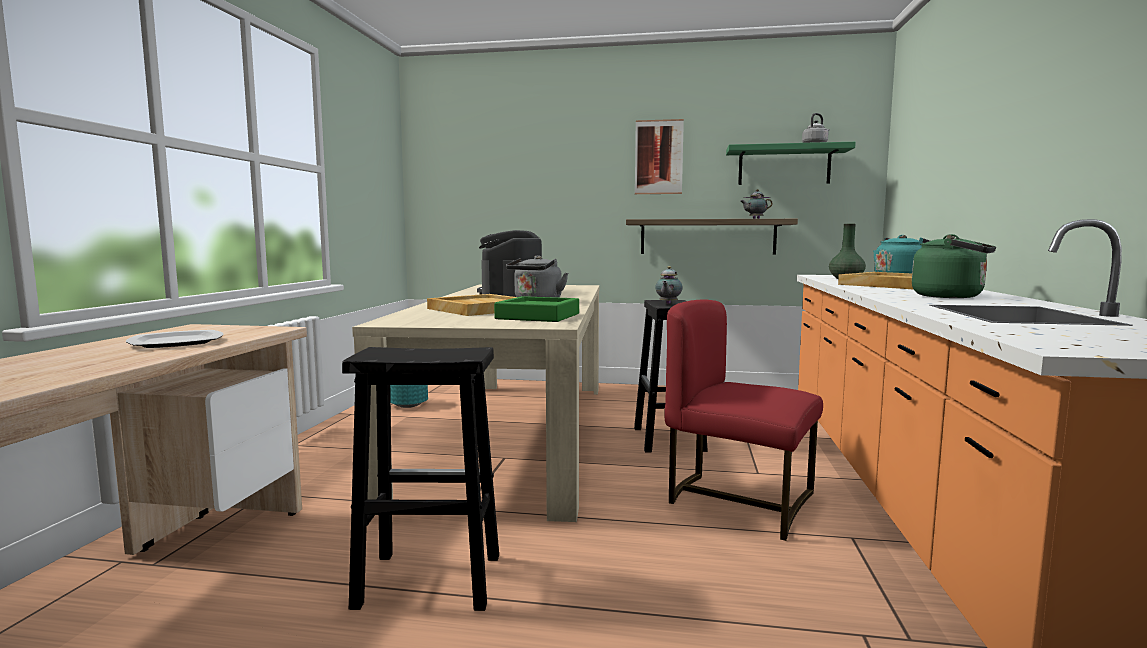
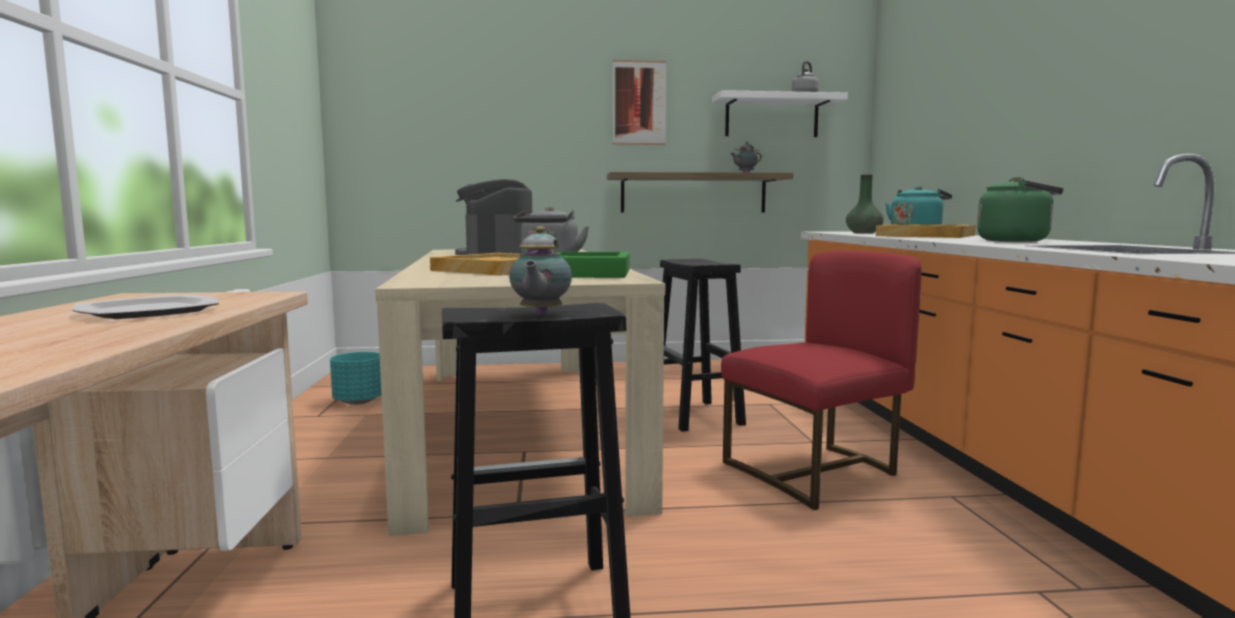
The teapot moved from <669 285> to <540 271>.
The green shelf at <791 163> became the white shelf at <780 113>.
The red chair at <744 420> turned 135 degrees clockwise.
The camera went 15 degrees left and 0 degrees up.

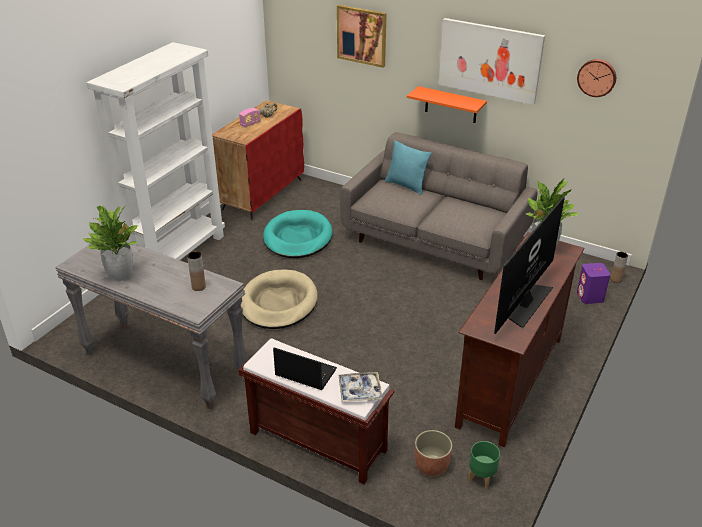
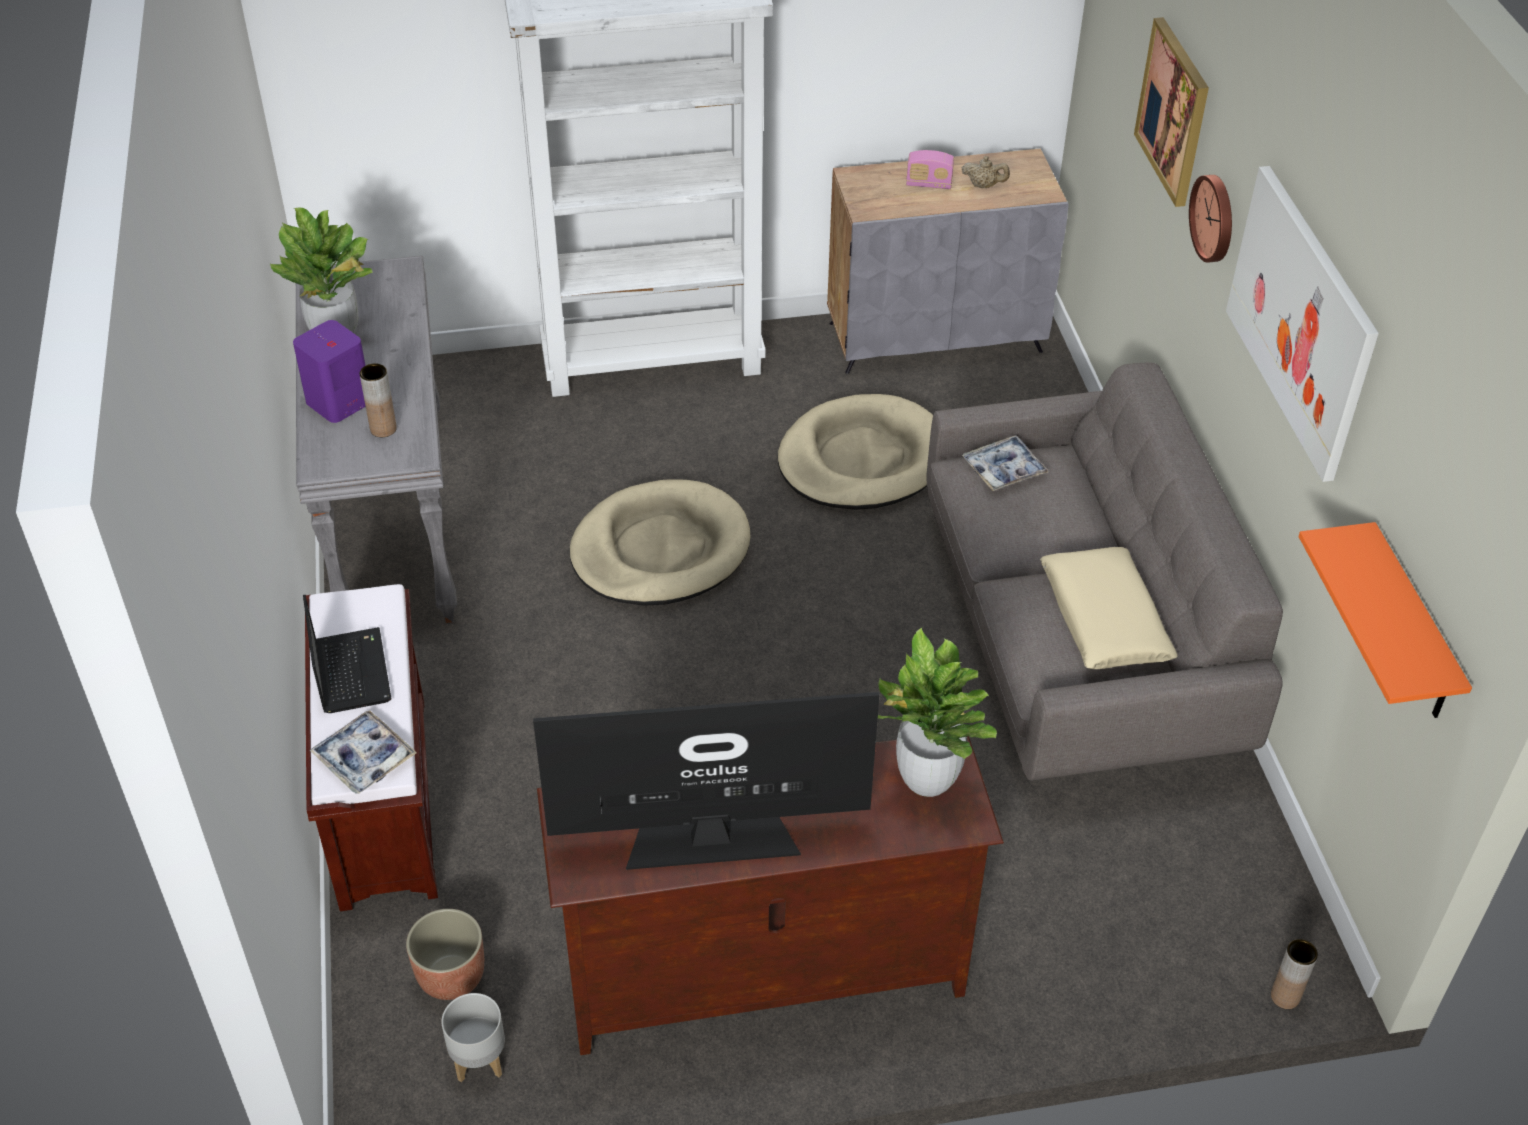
The purple speaker moved from <593 283> to <329 371>.
The green planter at <484 465> became the grey planter at <473 1037>.
The turquoise dog bed at <298 234> became the beige dog bed at <855 452>.
The red cabinet at <258 160> became the grey cabinet at <948 261>.
The tray at <1005 463> appeared.
The beige pillow at <1109 608> appeared.
The wall clock moved from <596 78> to <1210 219>.
The orange shelf moved from <447 104> to <1385 620>.
The turquoise pillow at <408 167> disappeared.
The camera went 50 degrees right and 10 degrees up.

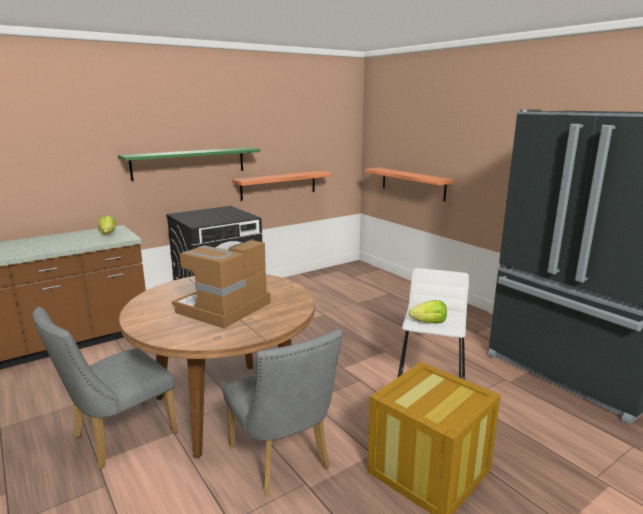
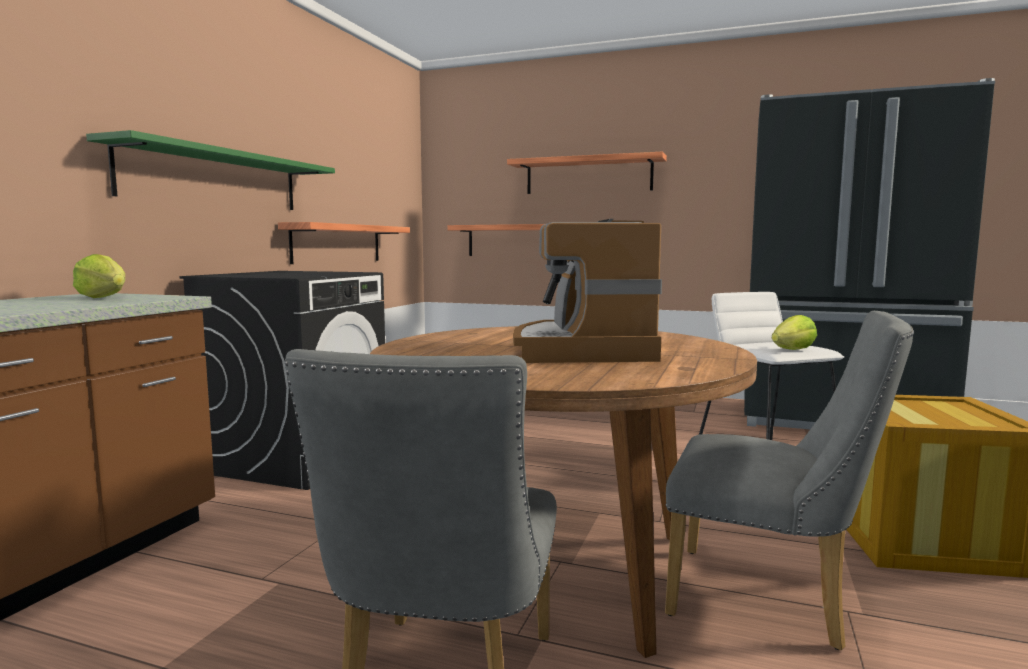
The shelf at <587 172> appeared.
The camera went 35 degrees left and 10 degrees down.

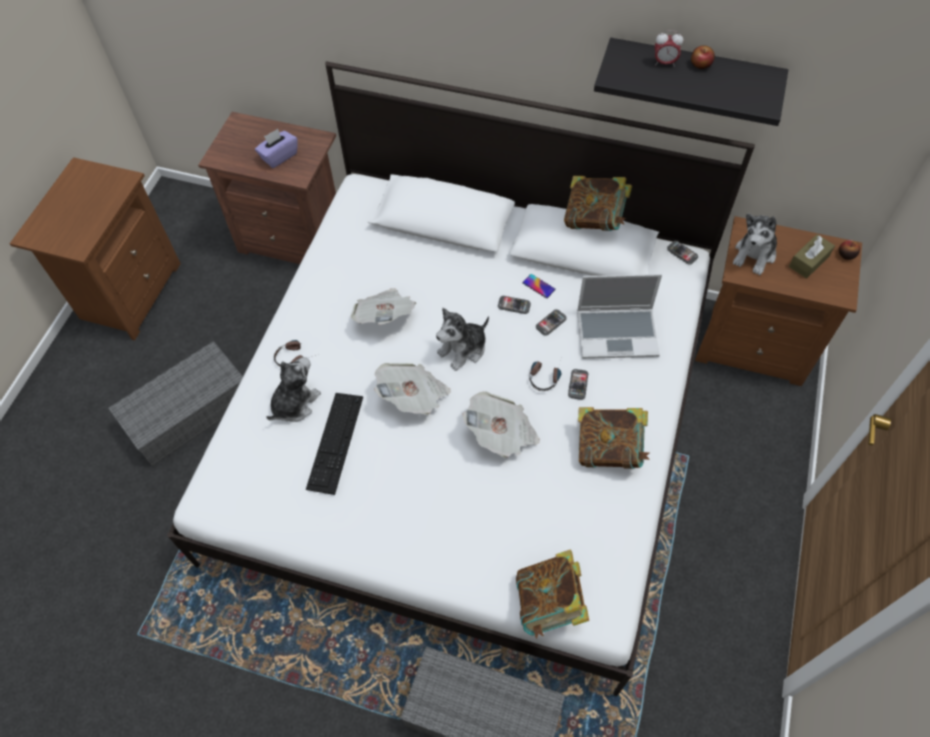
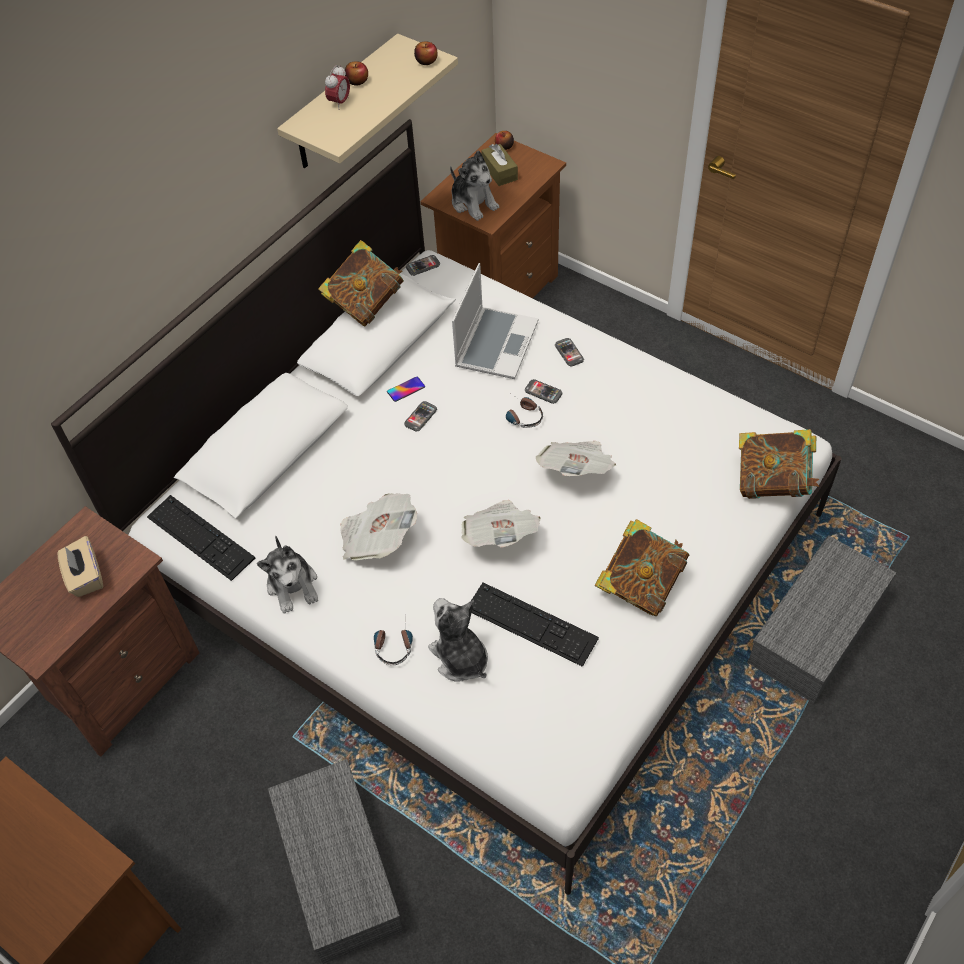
The purple tissue box at <276 148> became the beige tissue box at <81 566>.
The keyboard at <201 538> appeared.
The plush toy moved from <462 339> to <287 574>.
The black shelf at <691 82> became the beige shelf at <367 101>.
The apple at <426 53> appeared.
The phone moved from <551 322> to <569 352>.
The book moved from <614 438> to <642 567>.
The camera went 70 degrees left and 5 degrees down.

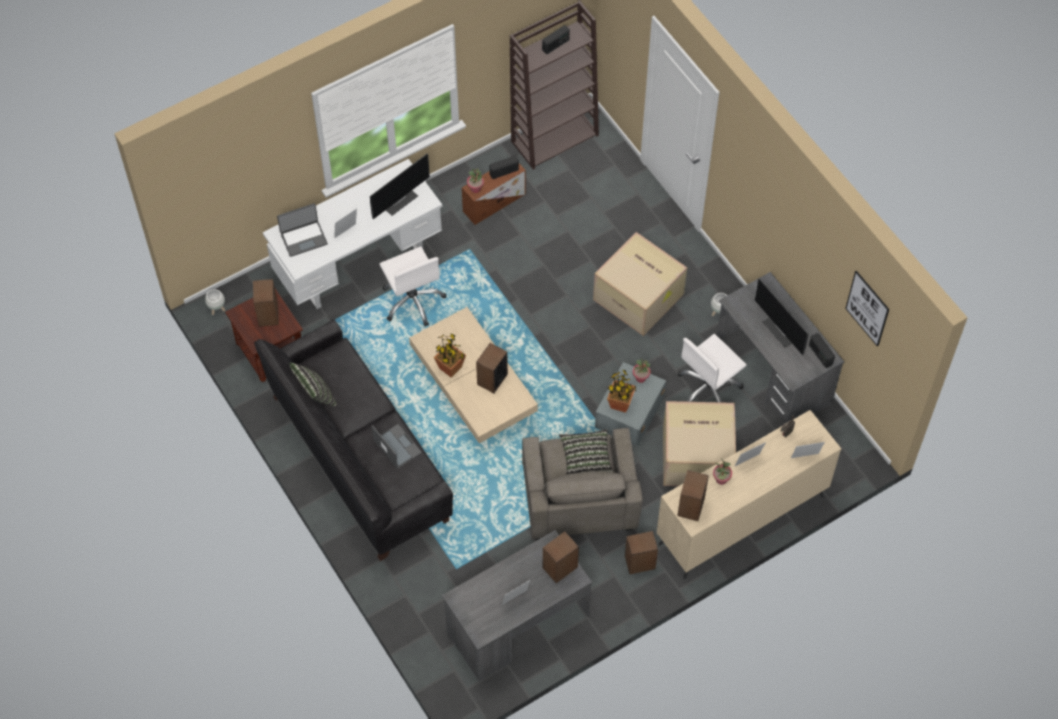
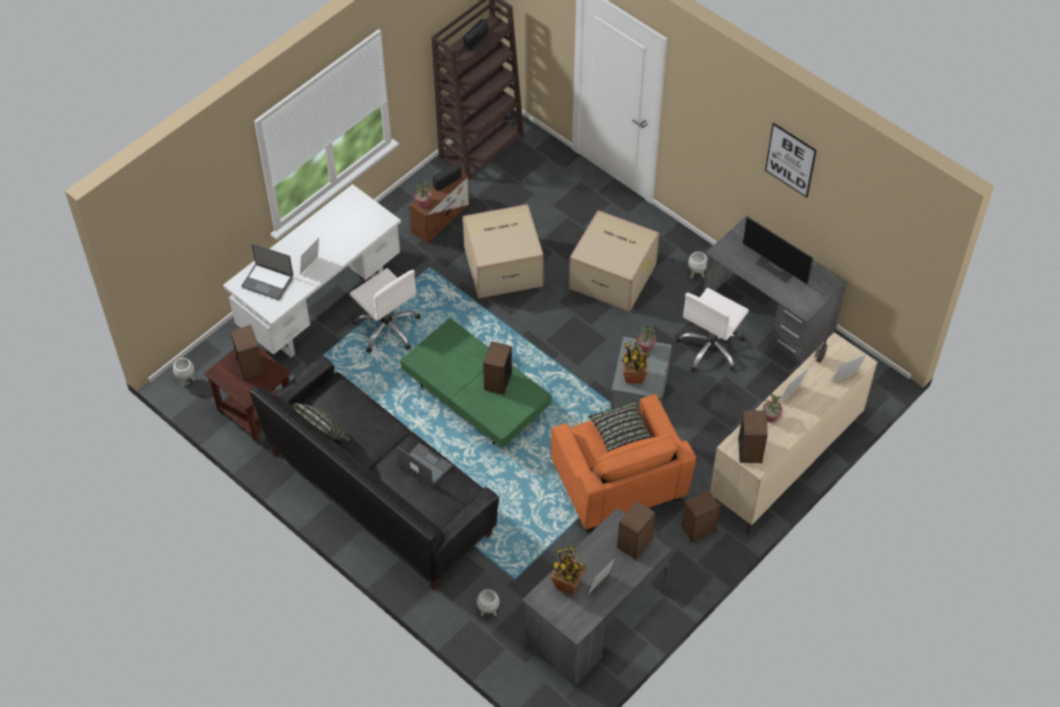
The laptop at <302 230> turned 60 degrees clockwise.
The beige coffee table at <473 375> became the green coffee table at <476 383>.
The cardboard box moved from <699 443> to <503 251>.
The white planter at <488 602> appeared.
The grey armchair at <582 484> became the orange armchair at <623 462>.
The potted plant moved from <450 355> to <568 570>.
The picture moved from <867 309> to <791 160>.
The monitor at <400 186> disappeared.
The radio at <822 350> disappeared.
The camera went 15 degrees left and 5 degrees down.

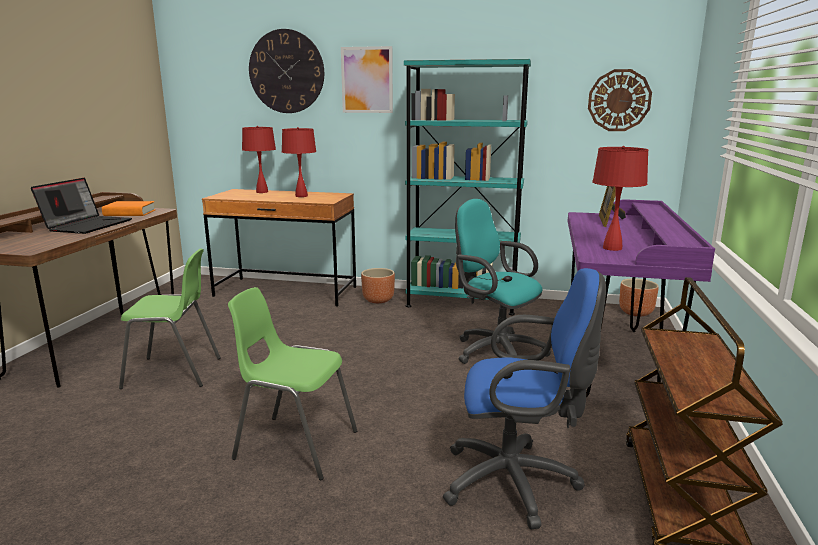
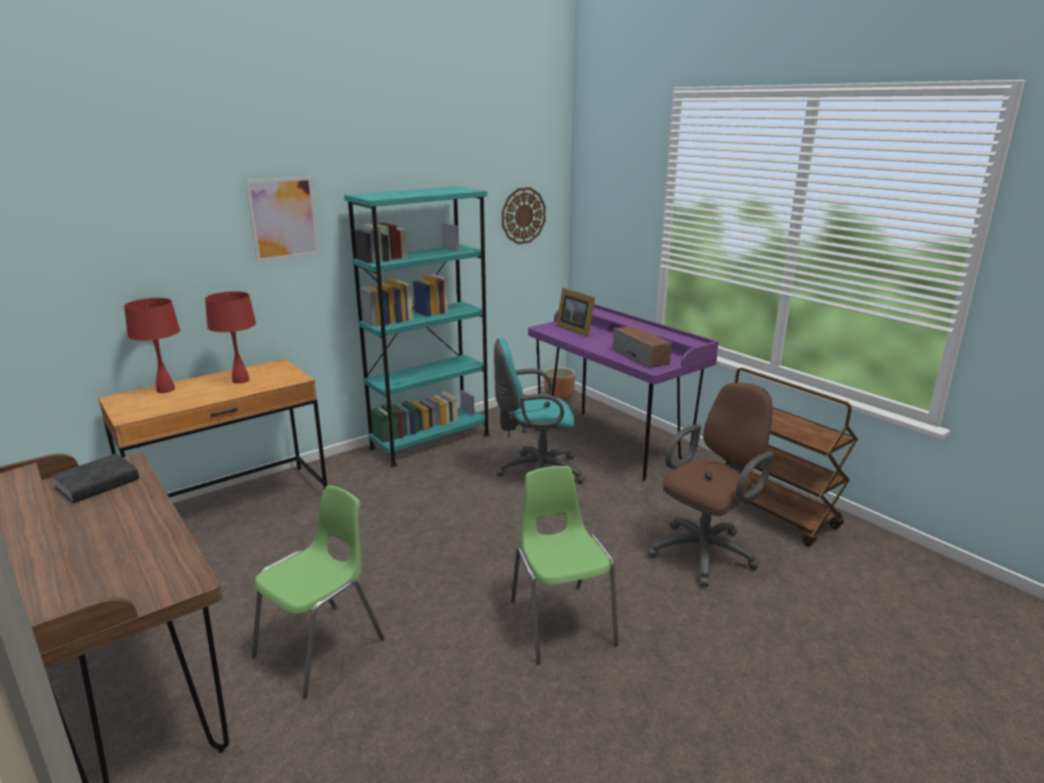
The orange book at <128 208> became the black book at <95 478>.
The green chair at <292 383> turned 105 degrees clockwise.
The red table lamp at <620 198> was replaced by the speaker at <642 347>.
The blue office chair at <524 398> became the brown office chair at <710 485>.
The laptop at <81 206> disappeared.
The wall clock at <286 71> disappeared.
The brown planter at <378 285> disappeared.
The camera went 50 degrees left and 5 degrees up.

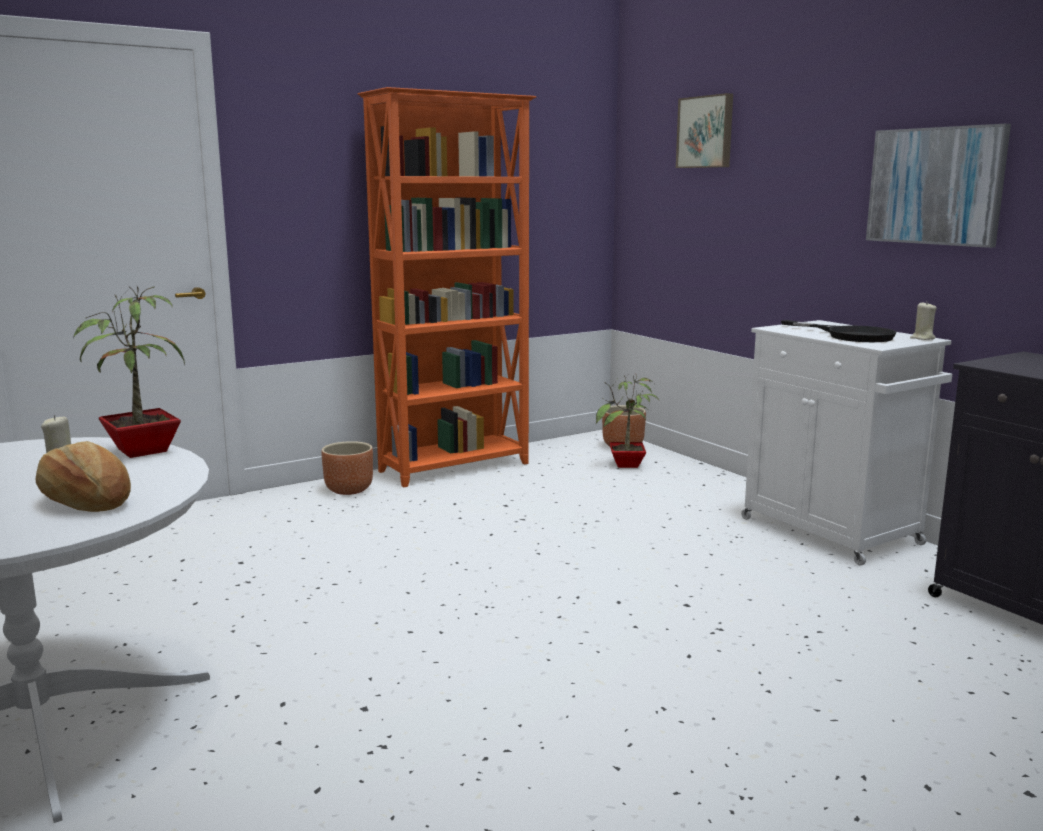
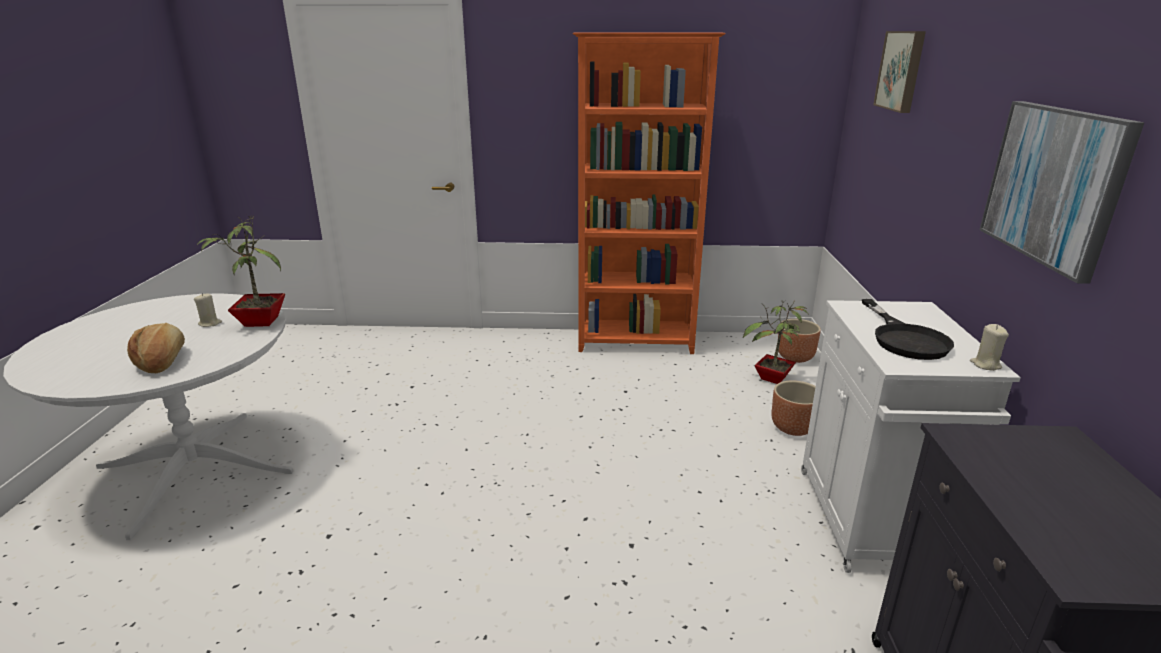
The brown planter moved from <347 468> to <794 408>.
The camera went 35 degrees right and 10 degrees up.

